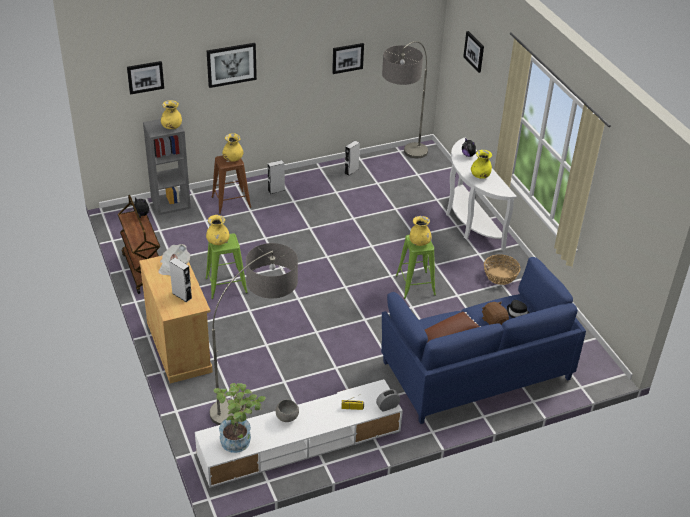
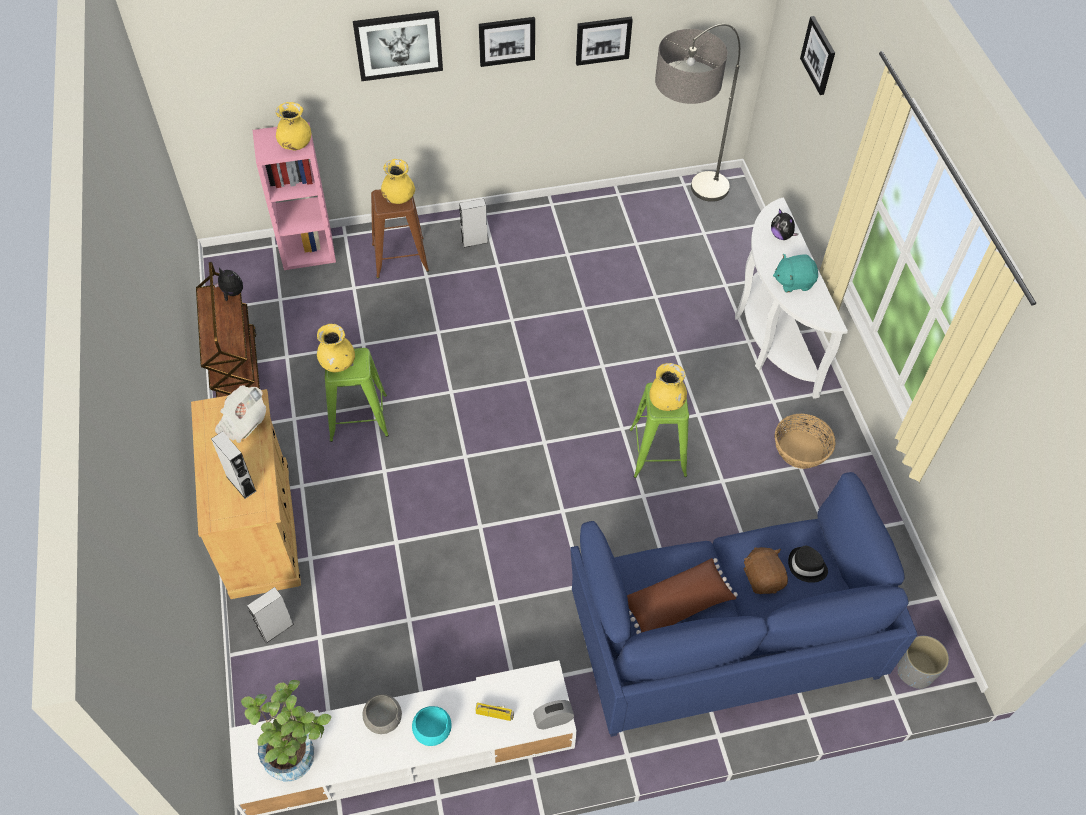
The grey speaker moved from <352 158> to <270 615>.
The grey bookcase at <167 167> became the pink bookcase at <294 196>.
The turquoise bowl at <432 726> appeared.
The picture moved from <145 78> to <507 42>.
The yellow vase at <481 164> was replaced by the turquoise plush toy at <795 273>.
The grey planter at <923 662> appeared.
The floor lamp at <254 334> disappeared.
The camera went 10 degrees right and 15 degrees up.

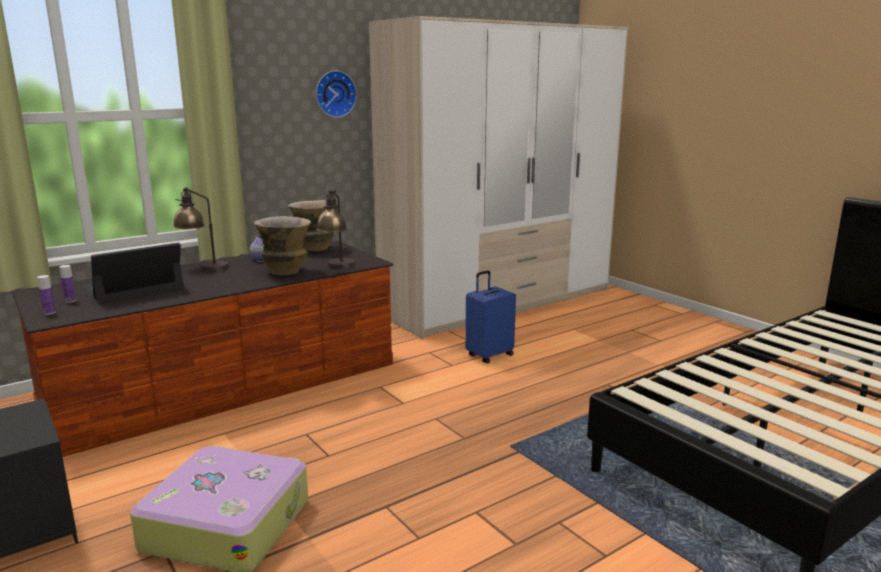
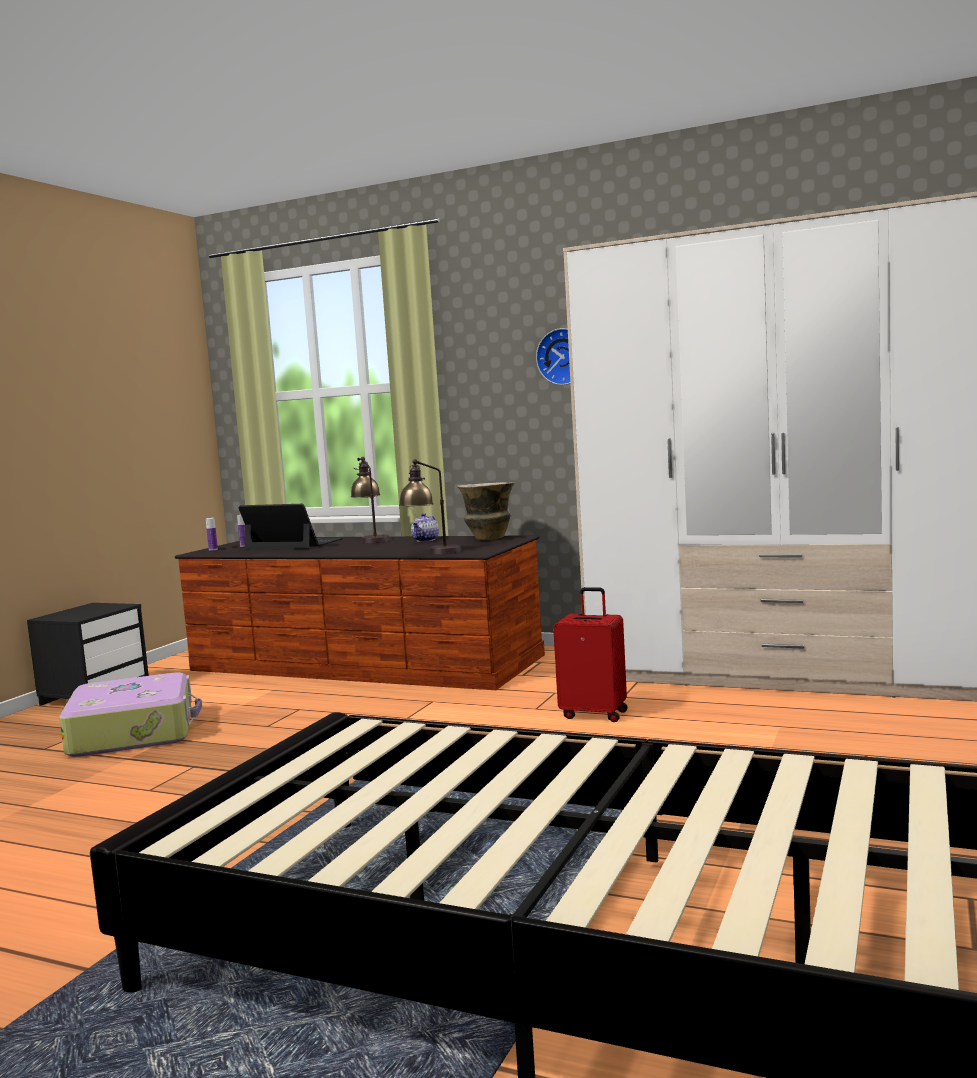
The blue suitcase at <490 316> became the red suitcase at <590 654>.
The vase at <282 245> disappeared.
The camera went 60 degrees right and 10 degrees down.

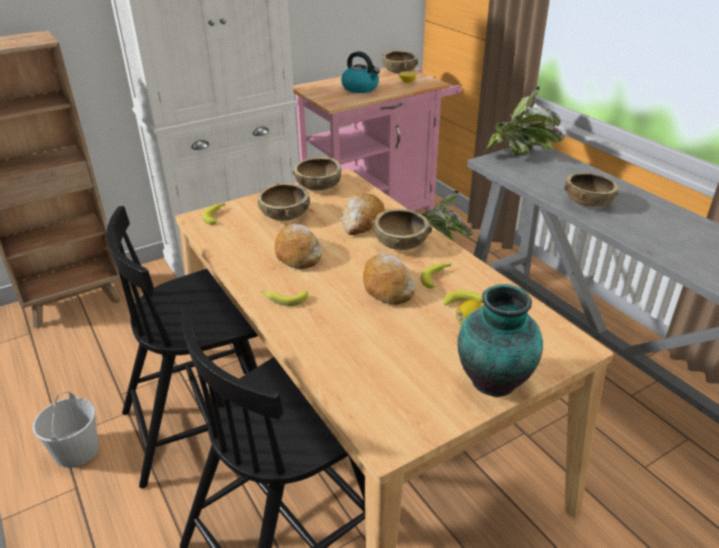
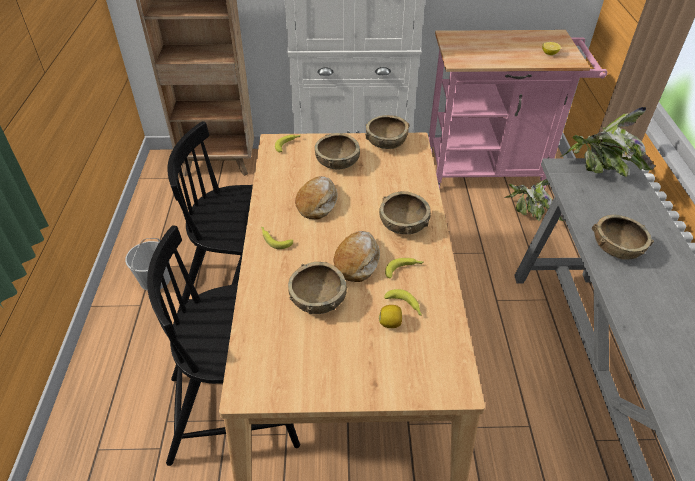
The brown bowl moved from <400 62> to <317 288>.
The bread at <362 214> disappeared.
The kettle at <360 72> disappeared.
The vase at <500 340> disappeared.
The camera went 30 degrees right and 10 degrees up.

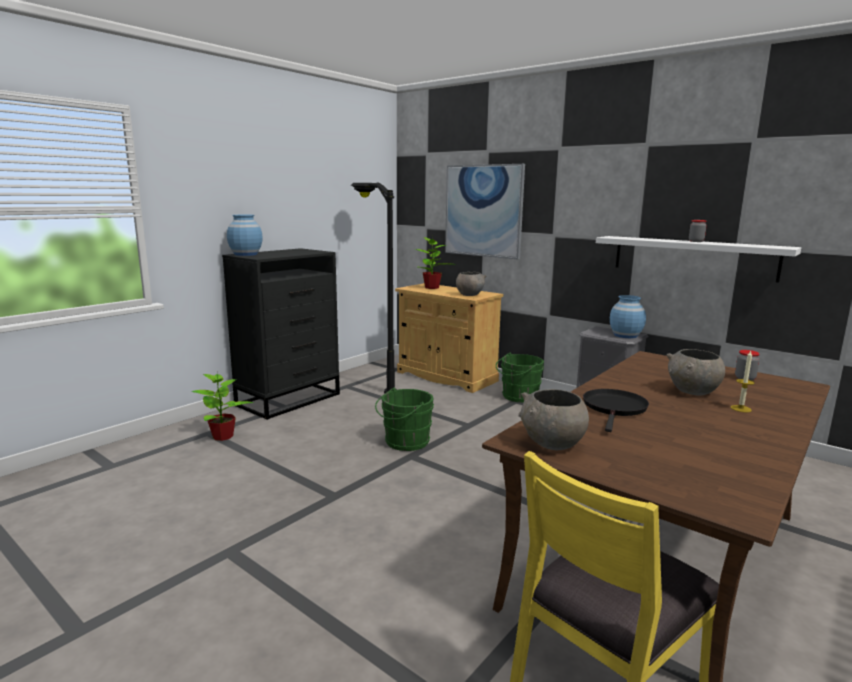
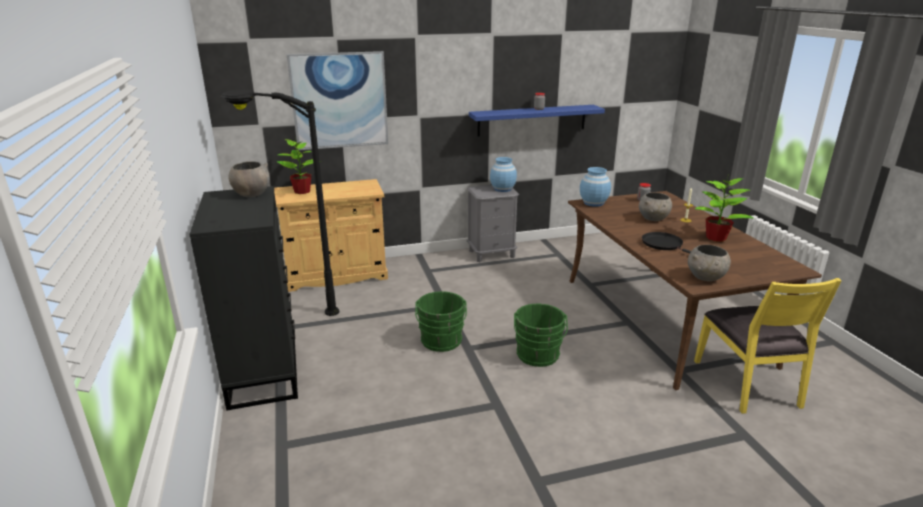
The grey bowl moved from <471 284> to <249 179>.
The white shelf at <698 259> became the blue shelf at <537 121>.
The green bucket moved from <520 377> to <541 335>.
The blue vase moved from <245 235> to <595 187>.
The potted plant moved from <223 407> to <724 210>.
The camera went 55 degrees left and 10 degrees up.

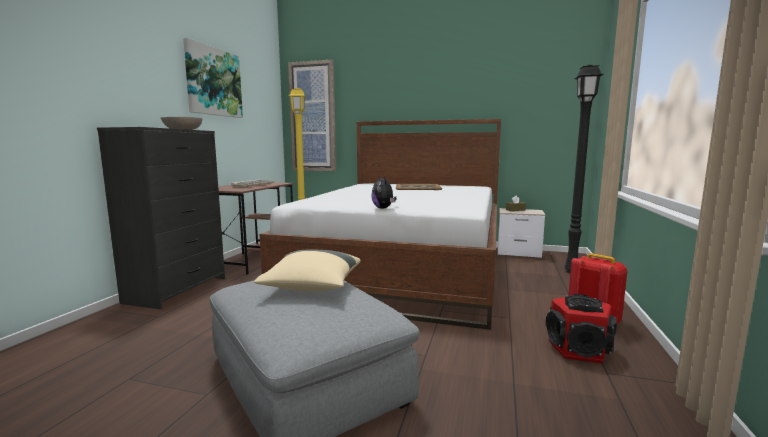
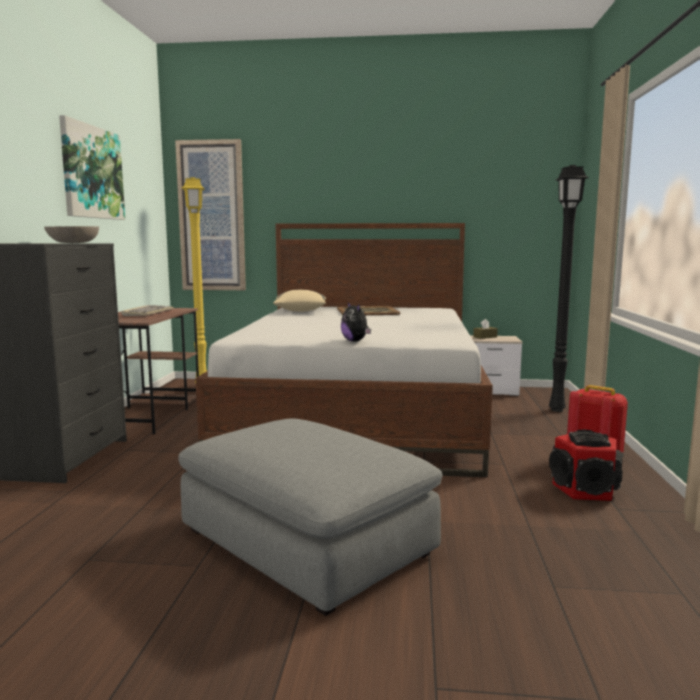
The beige pillow moved from <307 270> to <299 301>.
The camera went 10 degrees left and 0 degrees up.

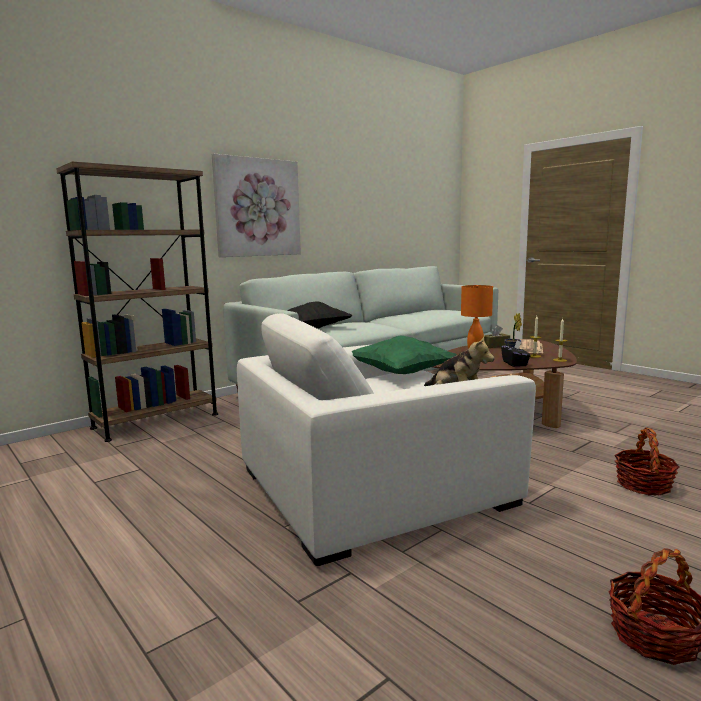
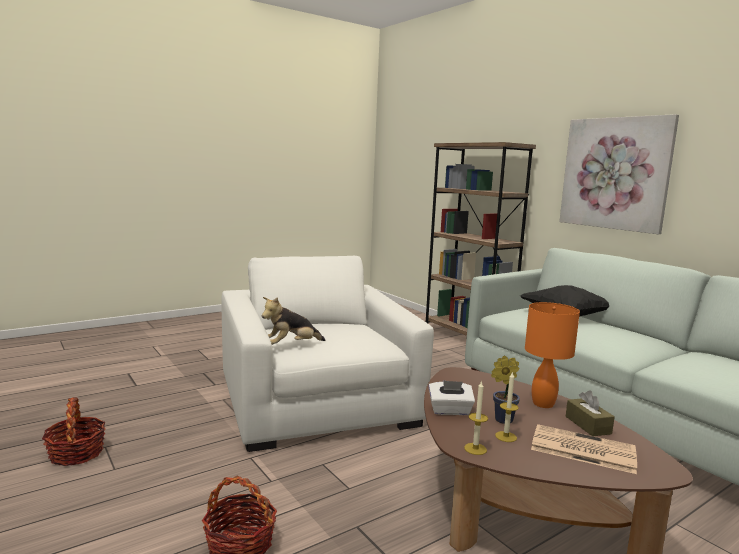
The black tissue box at <516 353> became the white tissue box at <451 397>.
The green pillow at <404 354> disappeared.
The camera went 95 degrees right and 0 degrees up.

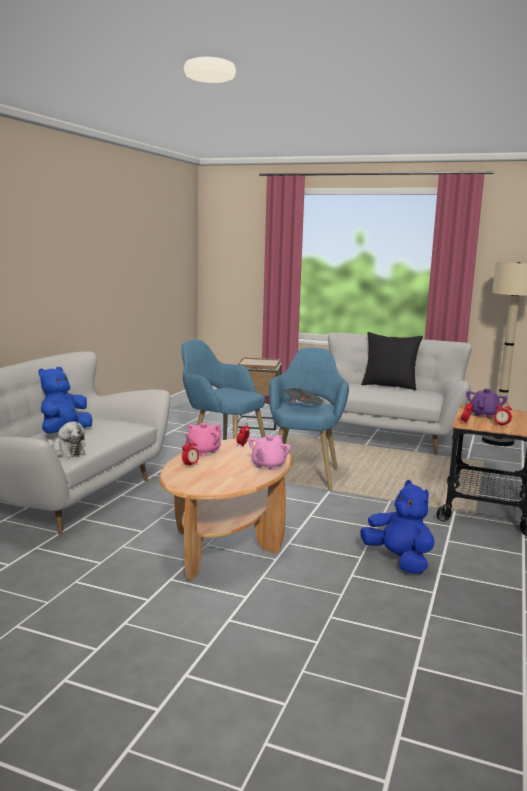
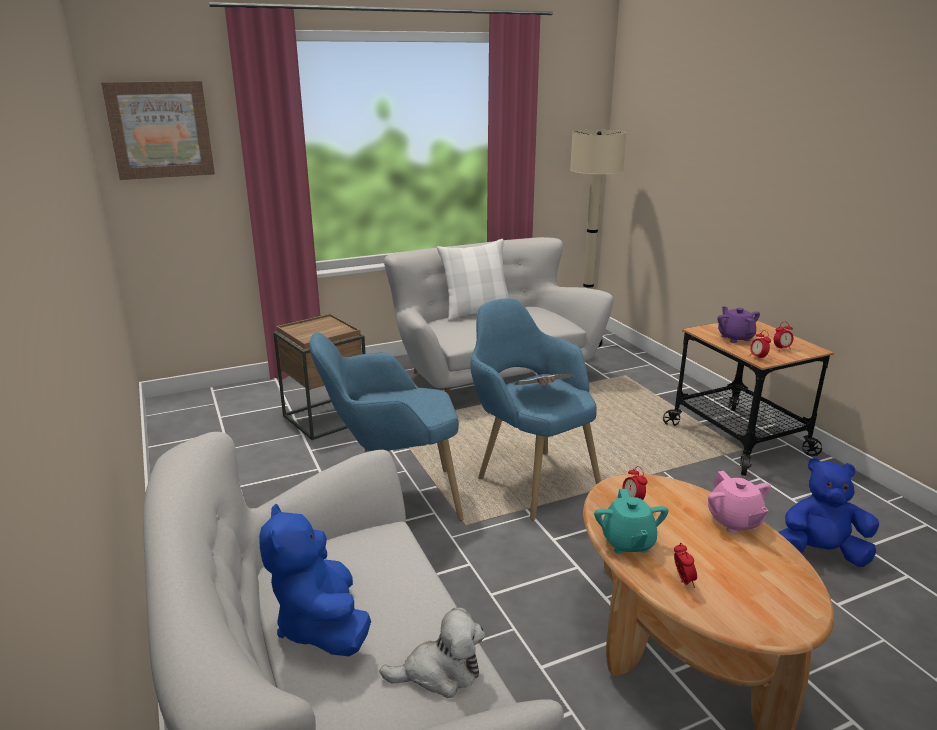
The picture at <158 130> appeared.
The black pillow at <392 361> became the white pillow at <473 280>.
The pink teapot at <203 439> became the turquoise teapot at <631 521>.
The camera went 45 degrees left and 10 degrees up.

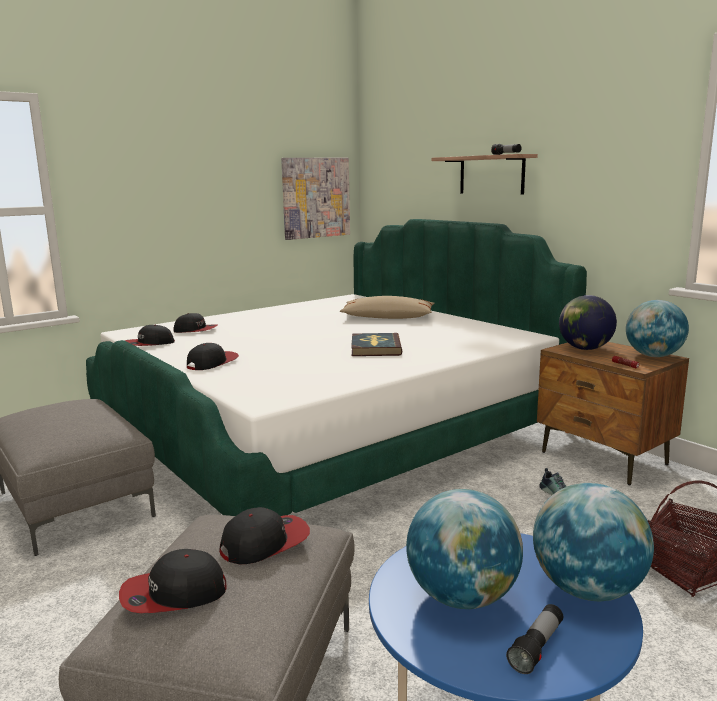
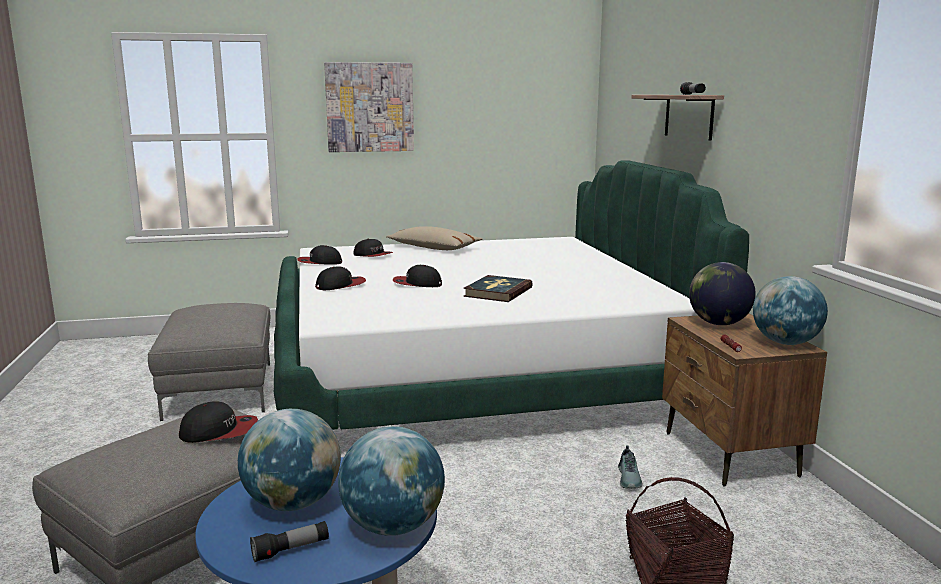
The picture moved from <315 199> to <369 107>.
The beige pillow moved from <387 307> to <434 238>.
The cap moved from <173 581> to <417 276>.
The camera went 25 degrees right and 0 degrees up.

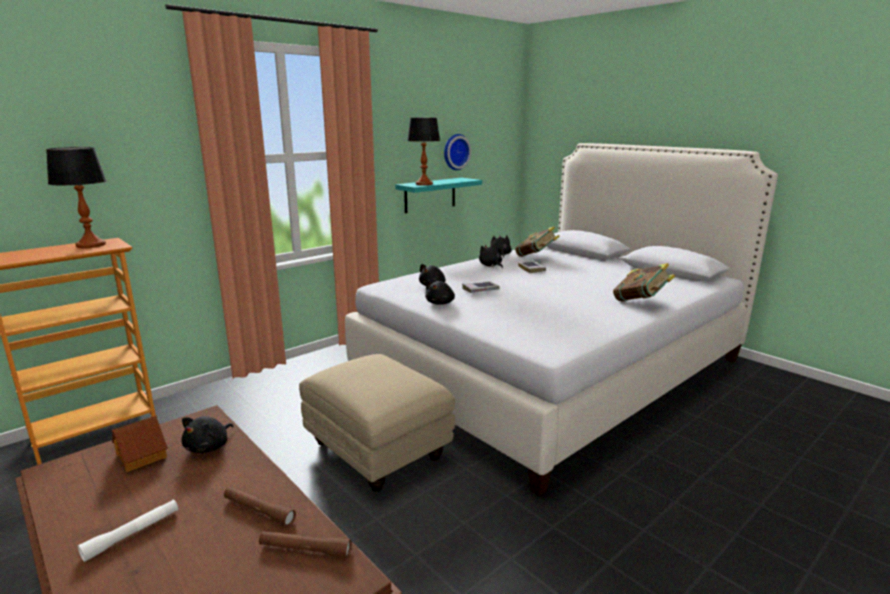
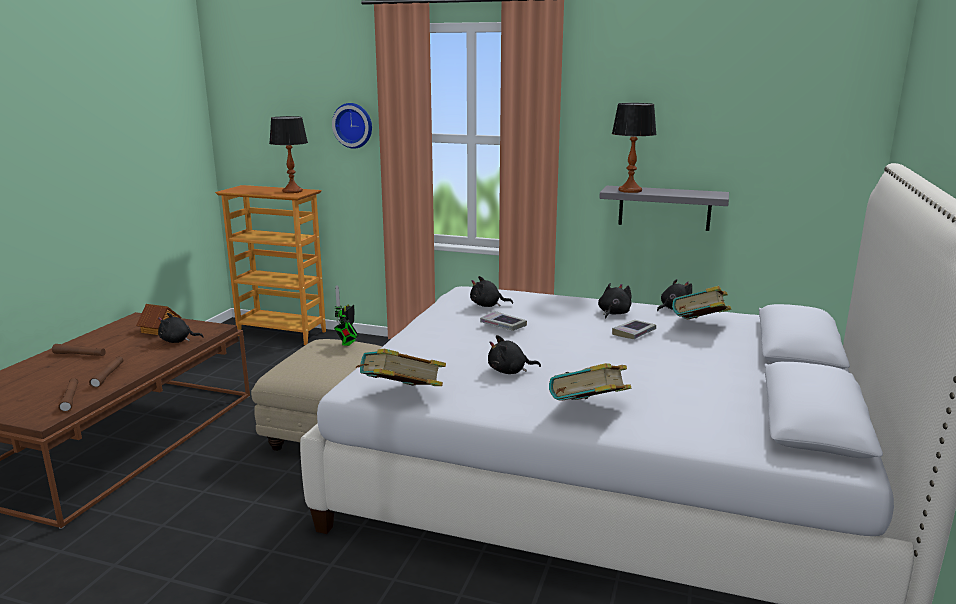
The white flashlight at <128 531> became the brown flashlight at <79 350>.
The wall clock moved from <457 152> to <352 126>.
The toy robot at <346 315> appeared.
The book at <401 367> appeared.
The black plush toy moved from <440 292> to <514 354>.
The turquoise shelf at <438 195> became the grey shelf at <664 208>.
The camera went 60 degrees right and 0 degrees up.

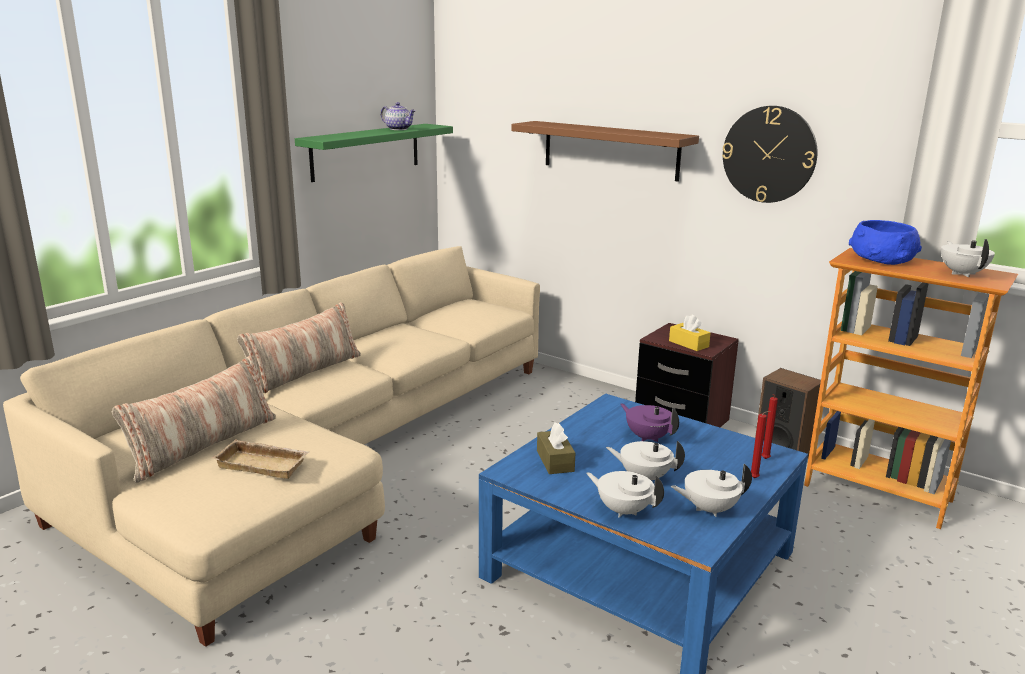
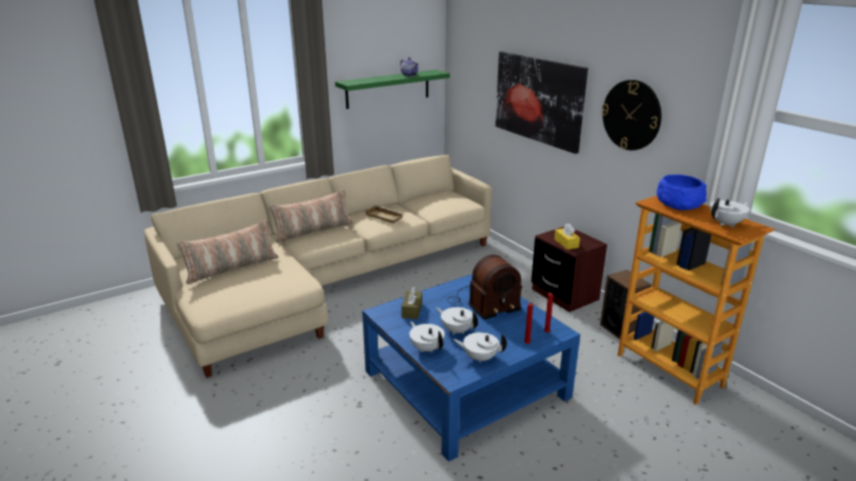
The beige tray moved from <260 459> to <384 214>.
The purple teapot at <649 422> was replaced by the radio at <484 287>.
The brown shelf at <605 151> was replaced by the picture at <541 102>.
The white teapot at <968 258> turned 45 degrees clockwise.
The camera went 20 degrees right and 5 degrees up.

